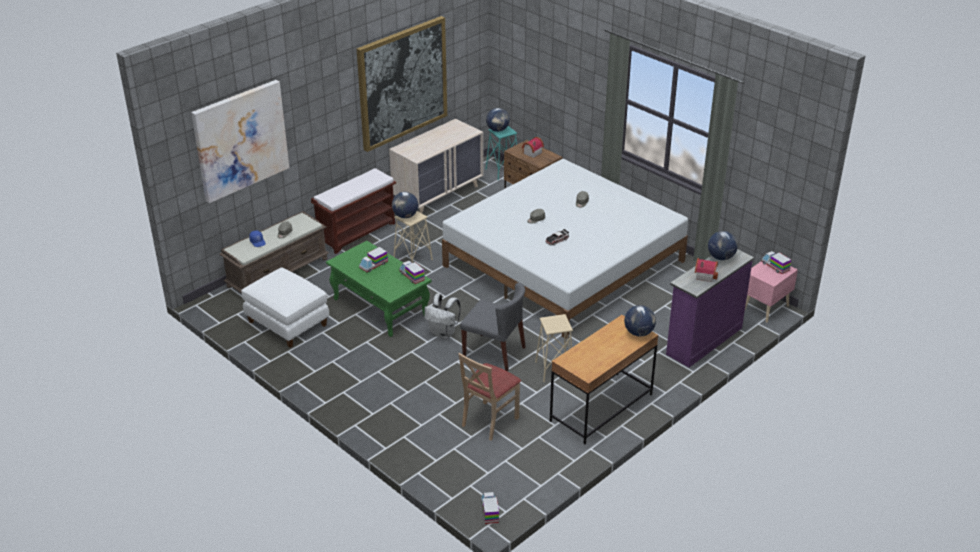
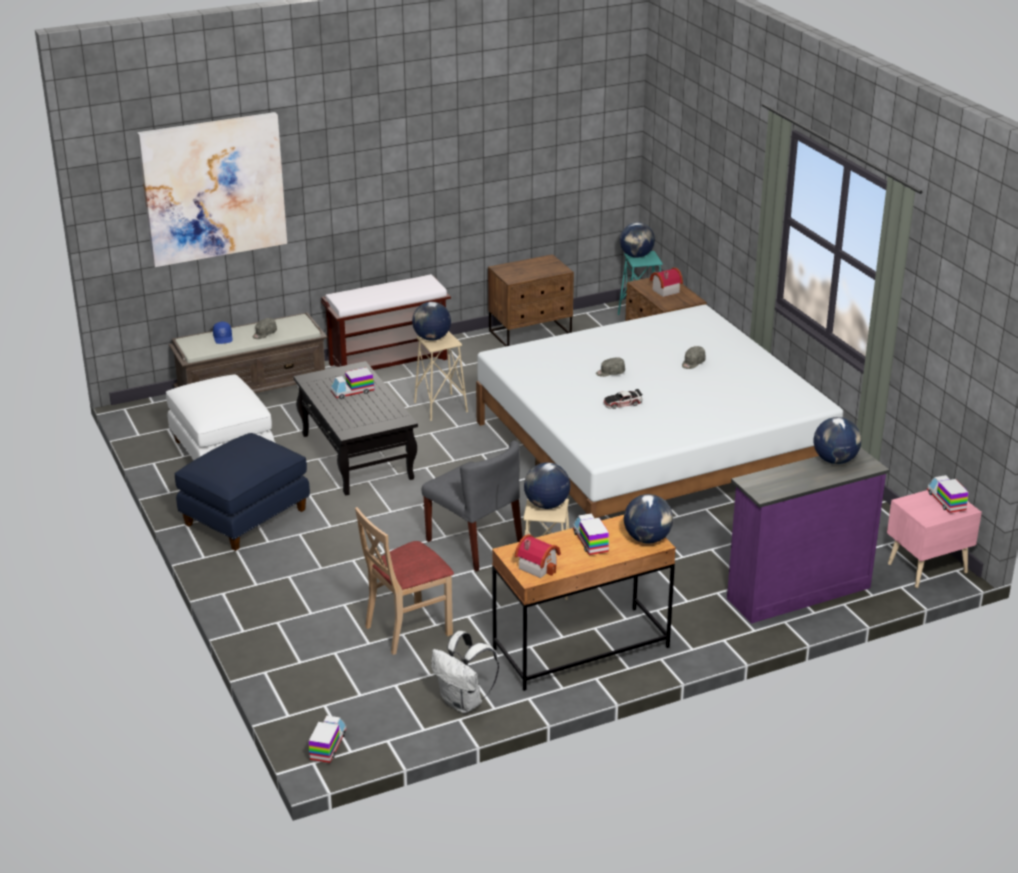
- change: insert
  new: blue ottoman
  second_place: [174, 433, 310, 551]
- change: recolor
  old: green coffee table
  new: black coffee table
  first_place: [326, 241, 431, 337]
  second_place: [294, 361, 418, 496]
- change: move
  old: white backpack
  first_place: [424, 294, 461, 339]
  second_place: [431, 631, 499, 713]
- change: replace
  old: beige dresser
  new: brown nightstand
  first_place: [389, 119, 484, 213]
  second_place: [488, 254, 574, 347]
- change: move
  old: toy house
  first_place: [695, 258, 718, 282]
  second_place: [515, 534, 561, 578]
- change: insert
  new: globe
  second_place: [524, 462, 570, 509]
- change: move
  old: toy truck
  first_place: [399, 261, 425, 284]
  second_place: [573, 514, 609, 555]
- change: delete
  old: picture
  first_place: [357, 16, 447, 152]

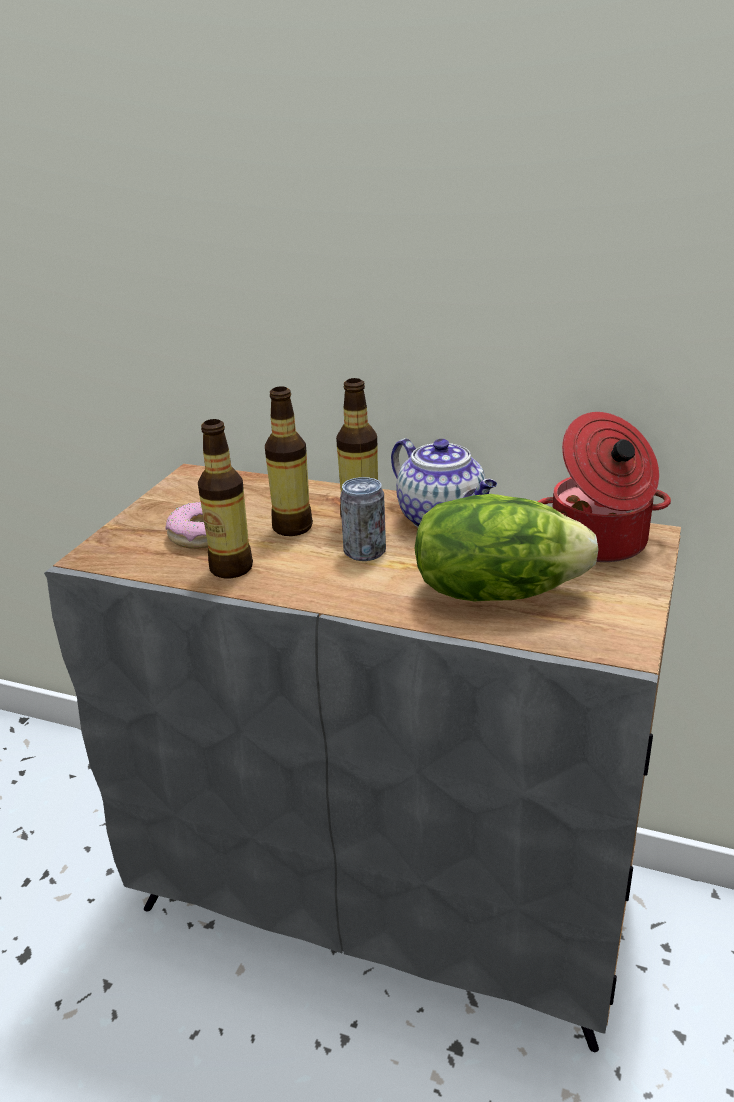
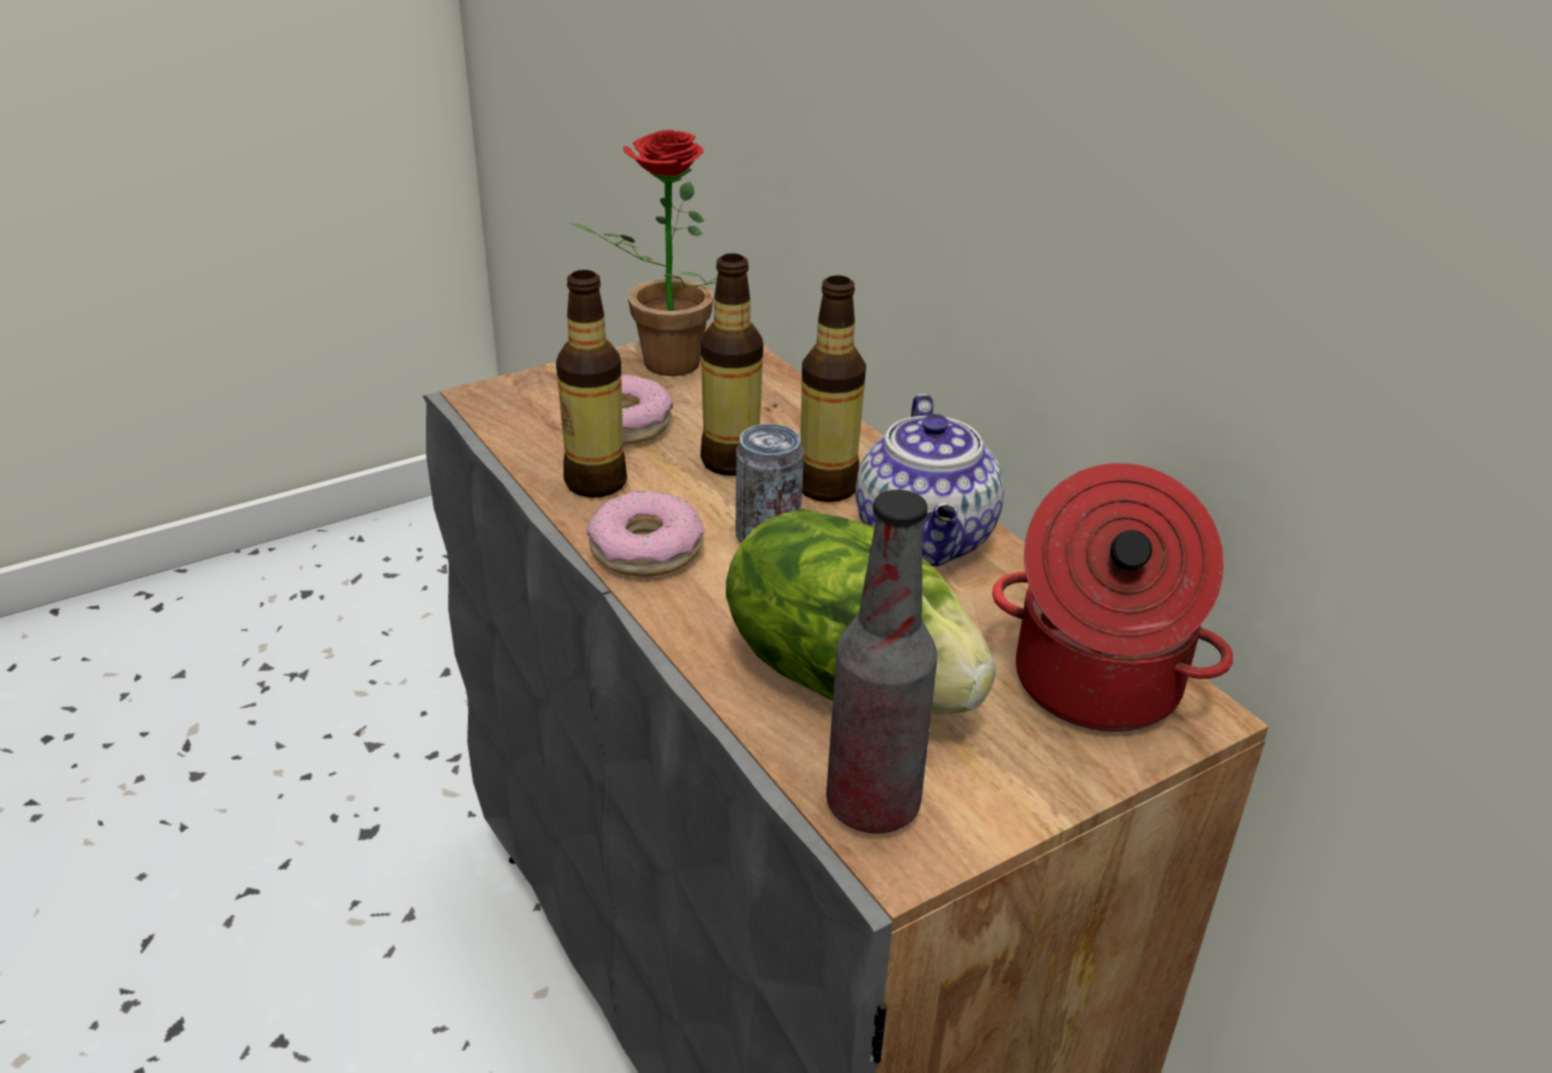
- change: insert
  new: potted plant
  second_place: [567, 130, 717, 376]
- change: insert
  new: donut
  second_place: [586, 491, 704, 577]
- change: insert
  new: bottle
  second_place: [826, 490, 937, 833]

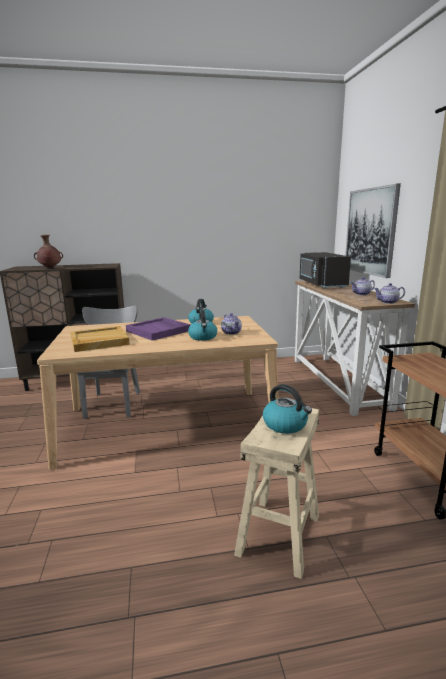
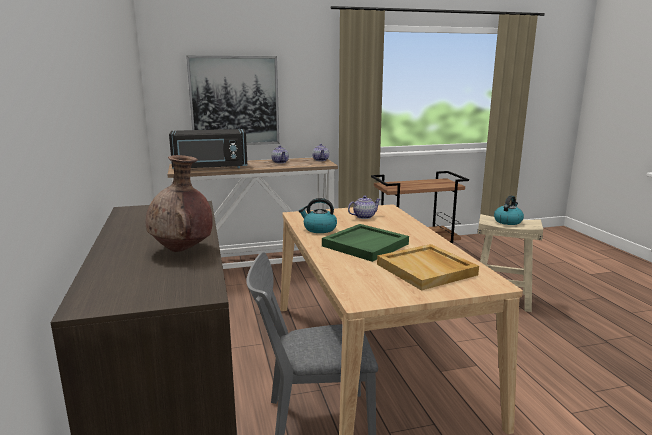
- change: recolor
  old: purple tray
  new: green tray
  first_place: [126, 317, 191, 341]
  second_place: [322, 224, 409, 262]
- change: delete
  old: kettle
  first_place: [188, 310, 217, 341]

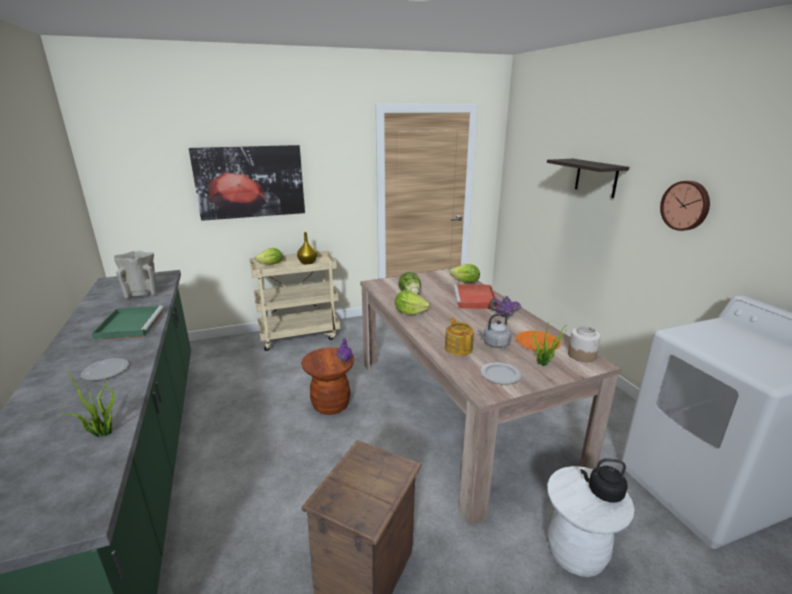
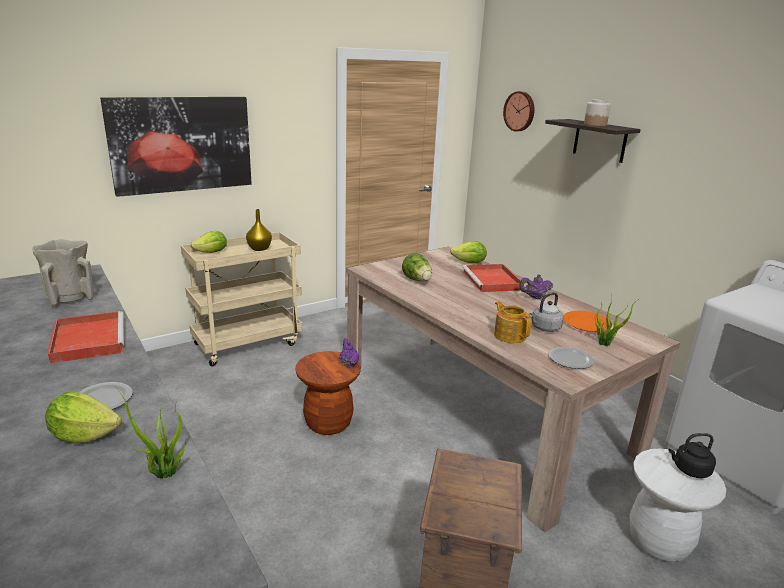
- change: move
  old: lettuce
  first_place: [395, 290, 430, 315]
  second_place: [45, 391, 122, 444]
- change: recolor
  old: green tray
  new: red tray
  first_place: [91, 306, 164, 341]
  second_place: [47, 311, 124, 364]
- change: move
  old: wall clock
  first_place: [660, 181, 710, 231]
  second_place: [503, 91, 535, 131]
- change: move
  old: jar
  first_place: [568, 326, 601, 362]
  second_place: [584, 99, 611, 126]

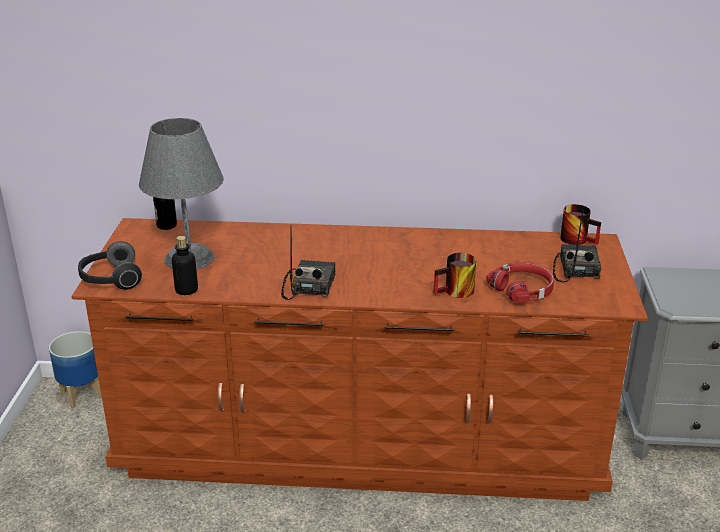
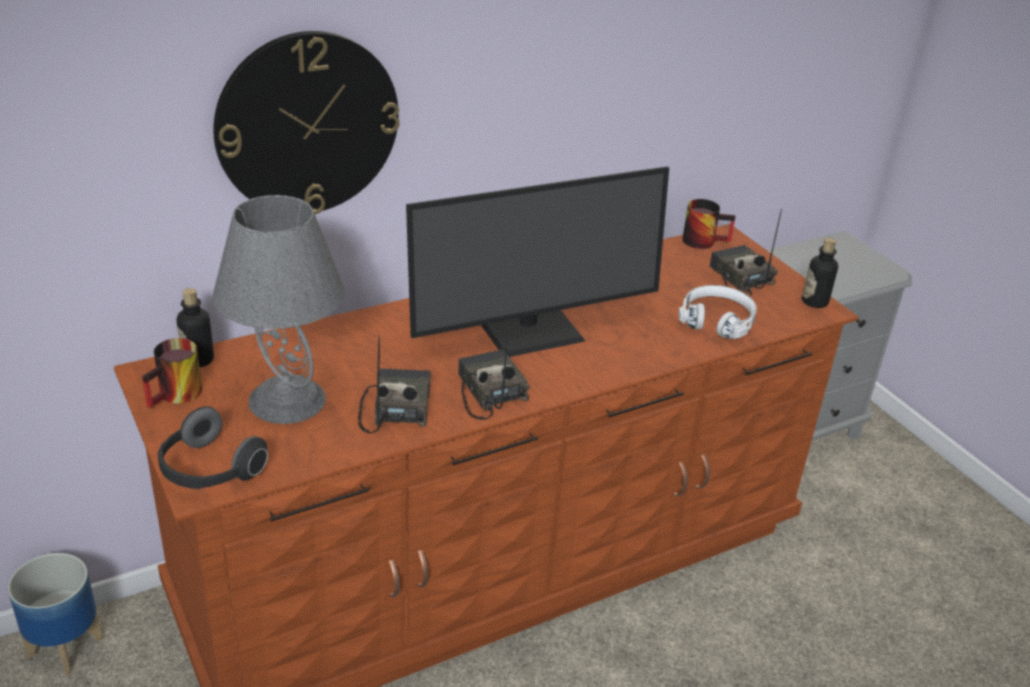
- change: move
  old: mug
  first_place: [434, 253, 476, 298]
  second_place: [142, 338, 202, 408]
- change: insert
  new: wall clock
  second_place: [213, 31, 400, 214]
- change: insert
  new: radio
  second_place: [358, 335, 431, 433]
- change: insert
  new: monitor
  second_place: [406, 166, 669, 357]
- change: recolor
  old: red headphones
  new: white headphones
  first_place: [486, 262, 554, 303]
  second_place: [678, 285, 757, 339]
- change: move
  old: bottle
  first_place: [172, 236, 198, 295]
  second_place: [802, 238, 838, 308]

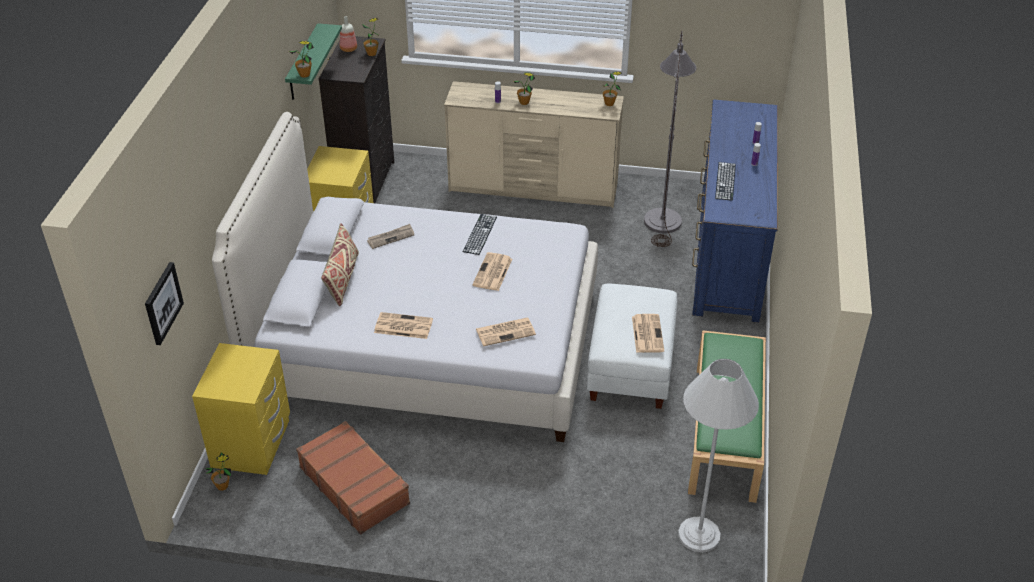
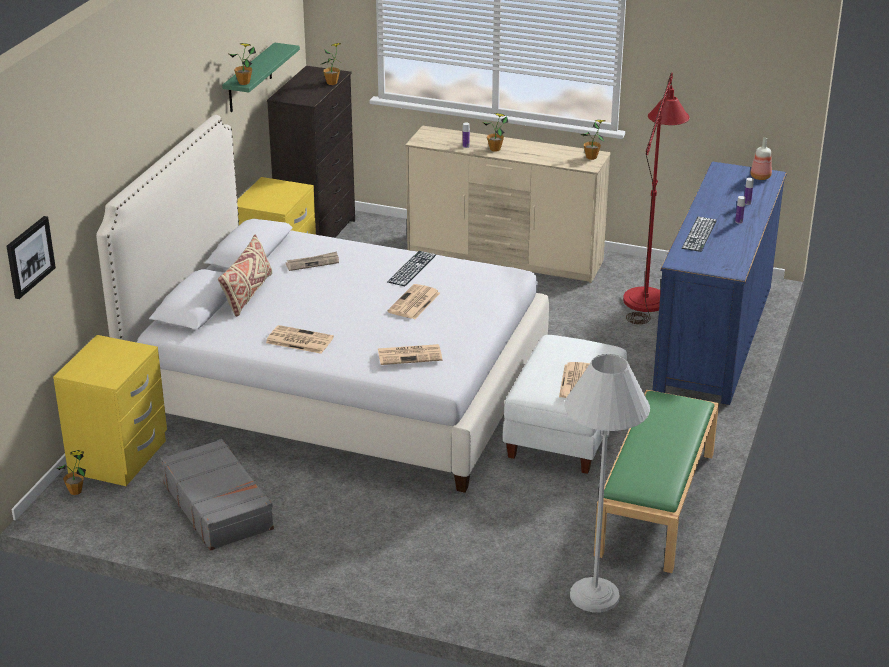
- change: recolor
  old: brown suitcase
  new: grey suitcase
  first_place: [296, 421, 410, 535]
  second_place: [161, 439, 274, 551]
- change: recolor
  old: grey floor lamp
  new: red floor lamp
  first_place: [644, 31, 696, 247]
  second_place: [623, 72, 690, 324]
- change: move
  old: bottle
  first_place: [340, 16, 357, 52]
  second_place: [750, 138, 772, 180]

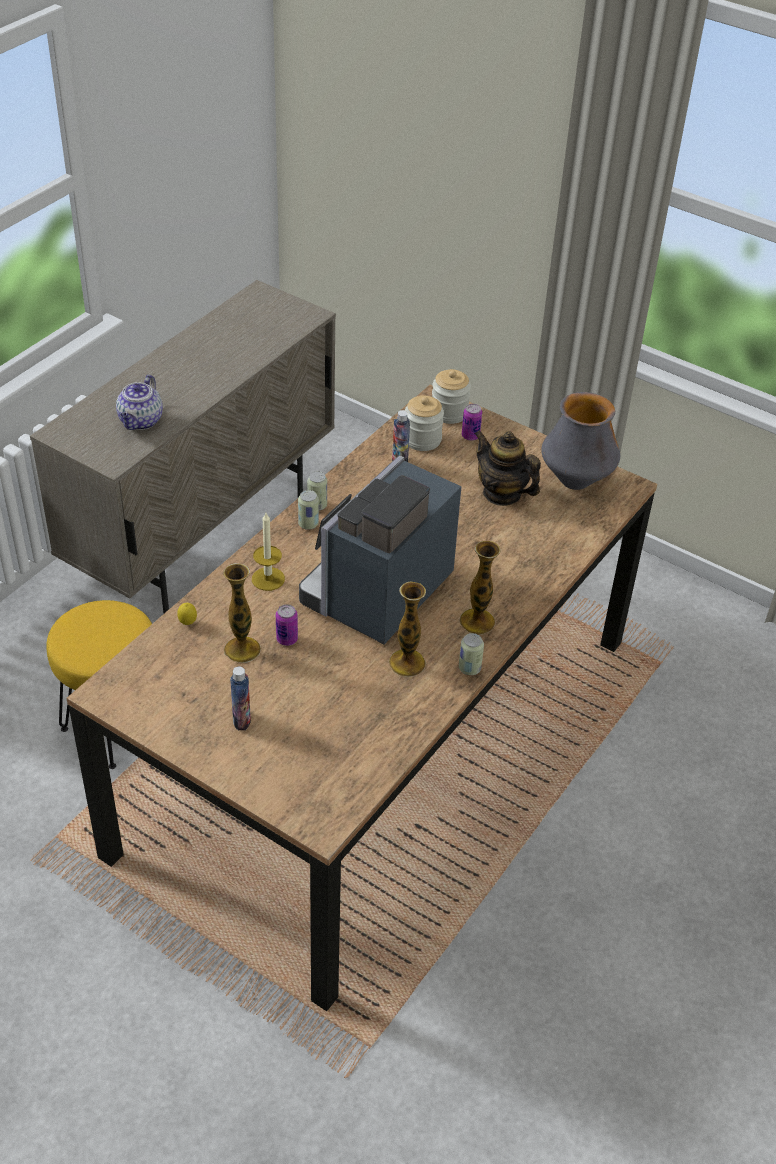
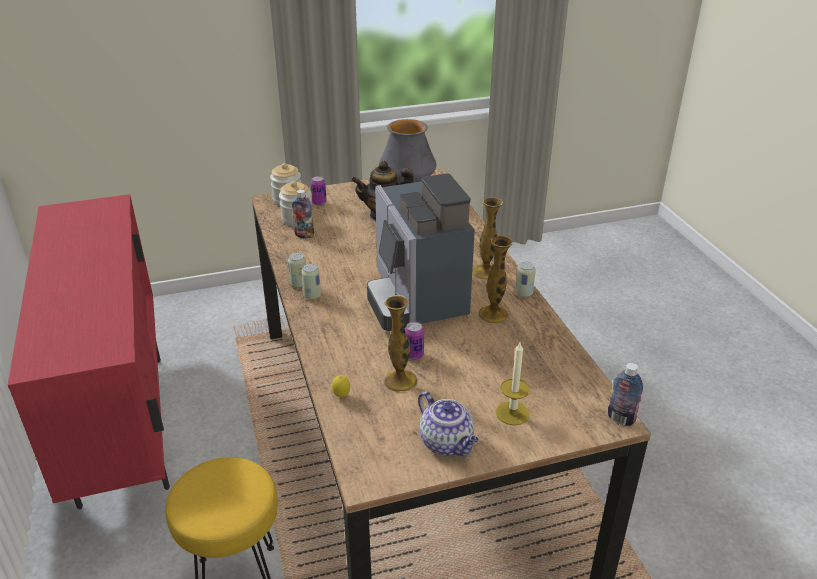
- change: recolor
  old: beige cabinet
  new: red cabinet
  first_place: [30, 280, 336, 613]
  second_place: [8, 194, 170, 509]
- change: move
  old: teapot
  first_place: [116, 375, 163, 430]
  second_place: [418, 391, 478, 456]
- change: move
  old: candle
  first_place: [252, 513, 285, 591]
  second_place: [496, 343, 530, 425]
- change: move
  old: bottle
  first_place: [230, 667, 251, 730]
  second_place: [608, 363, 643, 426]

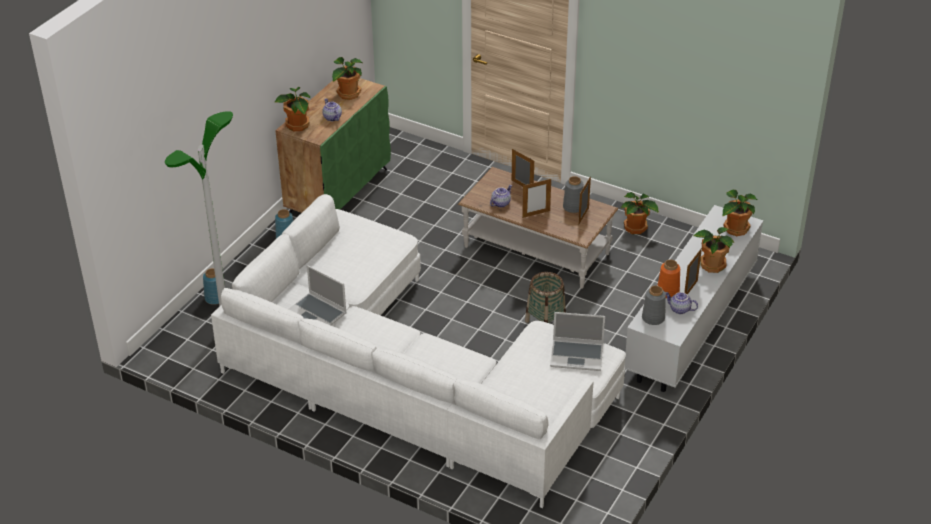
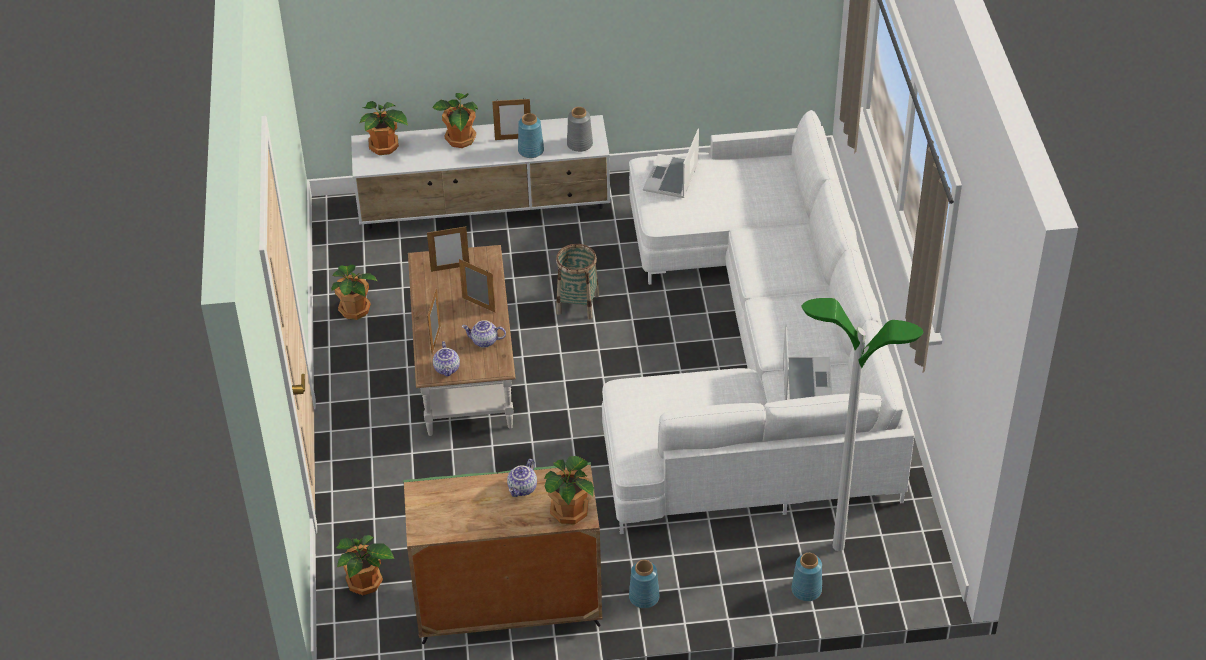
- change: move
  old: potted plant
  first_place: [332, 57, 363, 100]
  second_place: [336, 535, 394, 596]
- change: move
  old: teapot
  first_place: [665, 292, 698, 314]
  second_place: [433, 341, 460, 377]
- change: recolor
  old: orange vase
  new: blue vase
  first_place: [657, 260, 680, 298]
  second_place: [518, 113, 544, 158]
- change: rotate
  old: laptop
  first_place: [550, 312, 605, 371]
  second_place: [643, 129, 699, 198]
  degrees: -135
- change: delete
  old: grey vase
  first_place: [563, 176, 584, 213]

